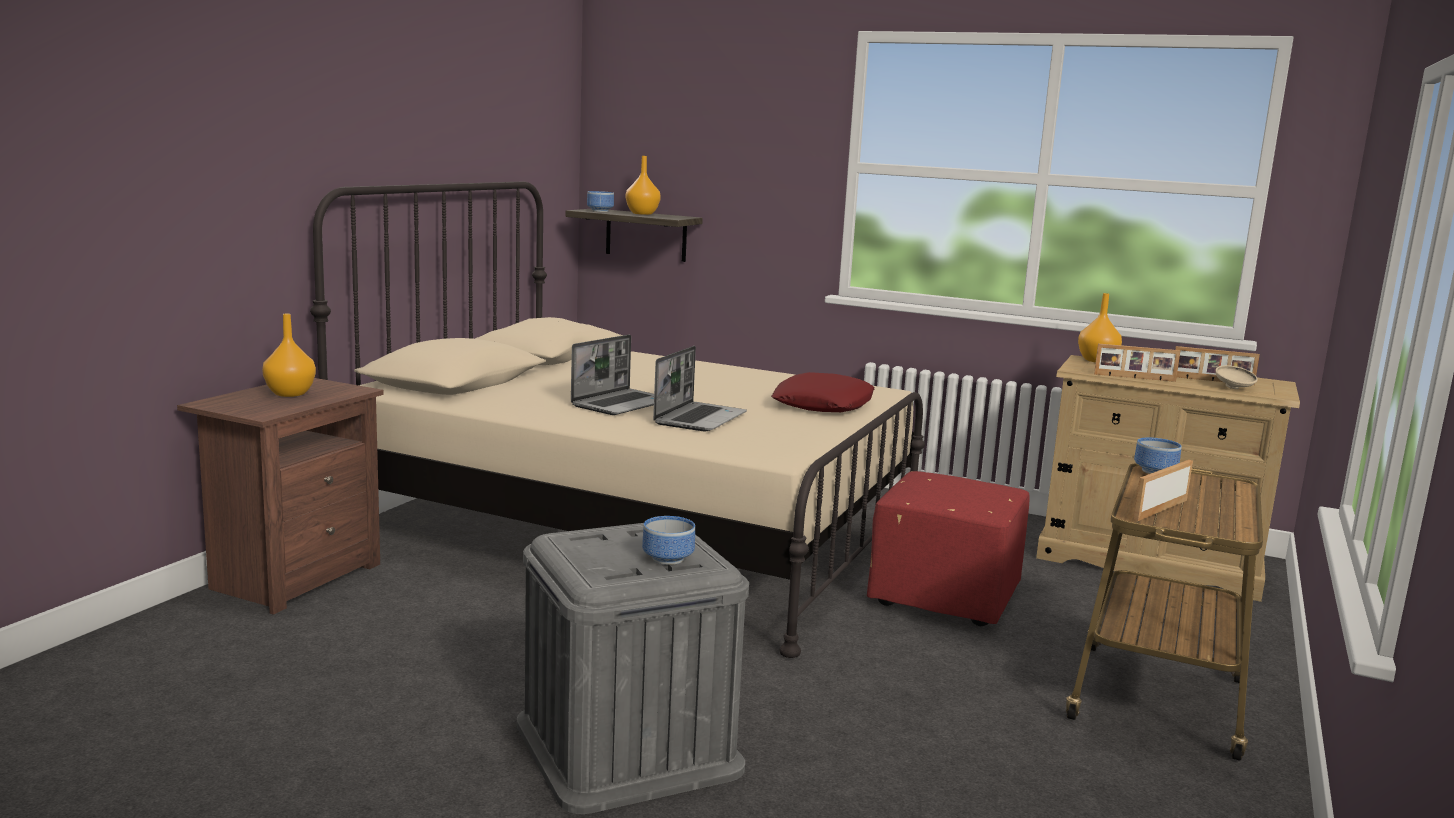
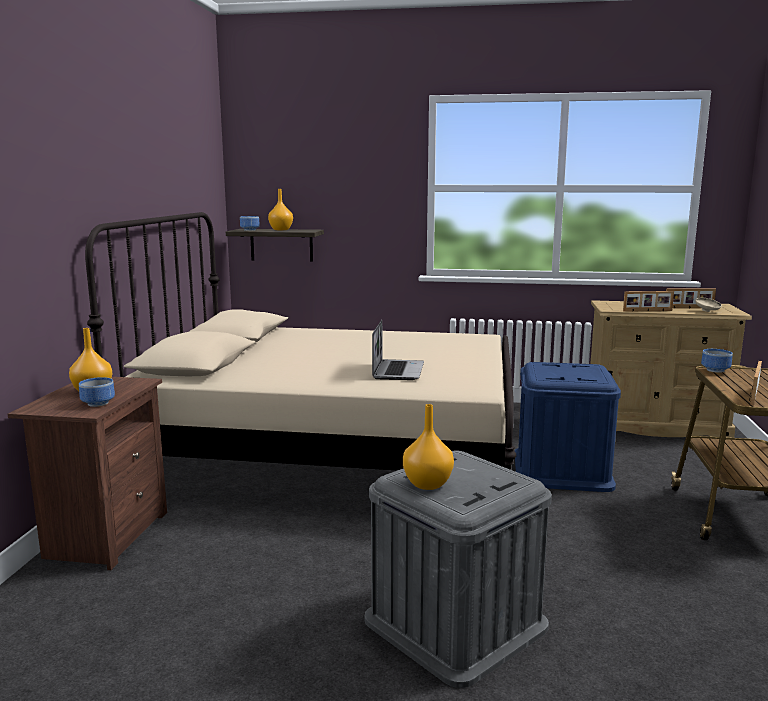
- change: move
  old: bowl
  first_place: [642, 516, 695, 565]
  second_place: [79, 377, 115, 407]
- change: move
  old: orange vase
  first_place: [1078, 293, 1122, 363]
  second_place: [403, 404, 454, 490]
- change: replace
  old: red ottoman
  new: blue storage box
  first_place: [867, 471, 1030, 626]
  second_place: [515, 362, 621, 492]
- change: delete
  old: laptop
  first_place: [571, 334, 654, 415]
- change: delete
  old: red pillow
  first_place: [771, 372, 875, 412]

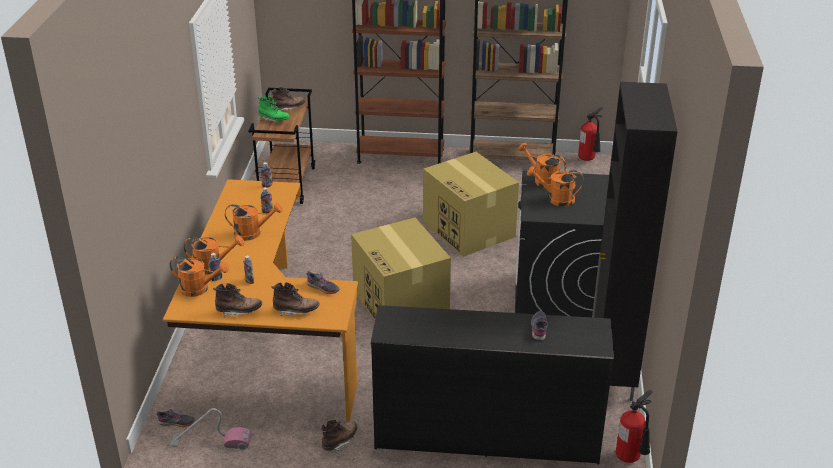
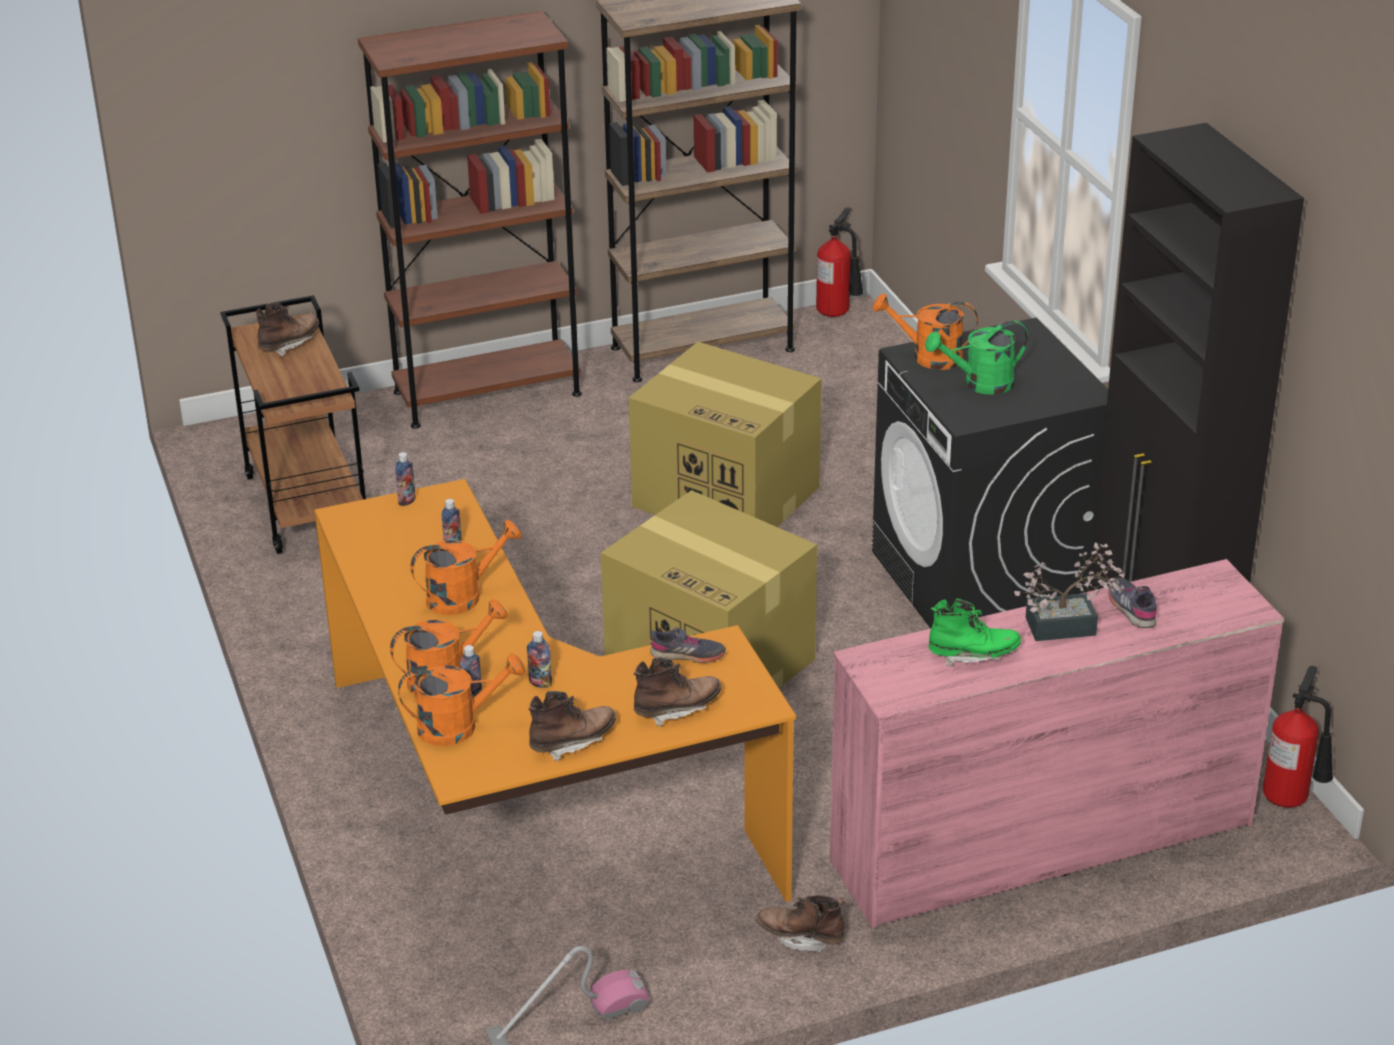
- change: rotate
  old: brown boot
  first_place: [321, 420, 357, 453]
  second_place: [756, 895, 845, 953]
  degrees: -90
- change: recolor
  old: black dresser
  new: pink dresser
  first_place: [371, 305, 614, 464]
  second_place: [830, 559, 1284, 929]
- change: recolor
  old: orange watering can
  new: green watering can
  first_place: [527, 166, 584, 207]
  second_place: [925, 320, 1028, 395]
- change: move
  old: green boot
  first_place: [258, 96, 290, 122]
  second_place: [929, 599, 1021, 667]
- change: insert
  new: potted plant
  second_place: [1014, 542, 1125, 641]
- change: delete
  old: grey shoe
  first_place: [157, 409, 195, 427]

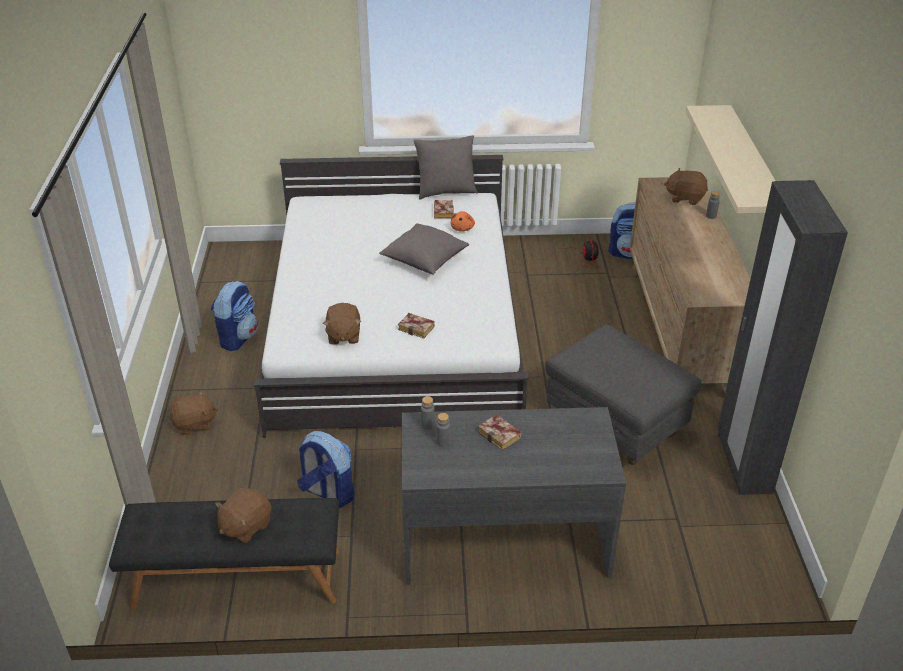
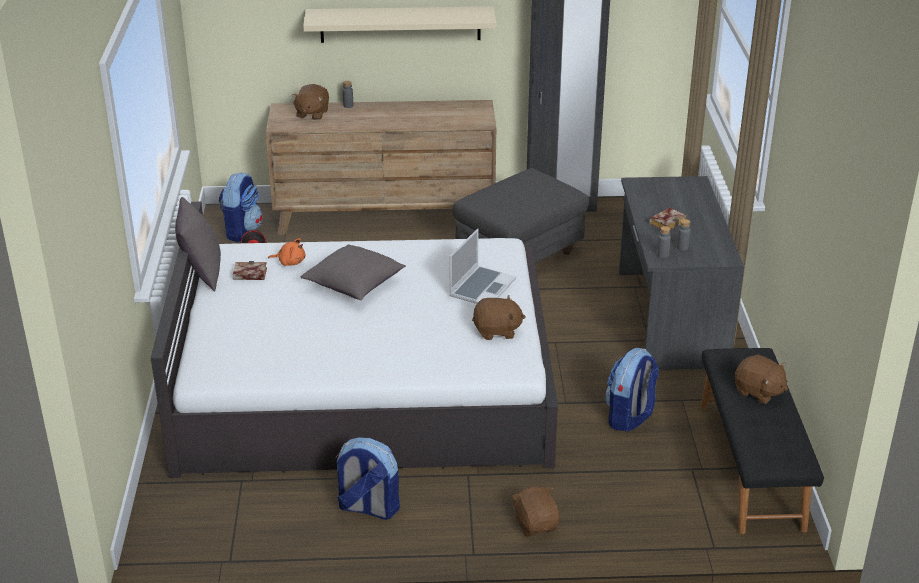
- change: replace
  old: book
  new: laptop
  first_place: [398, 313, 435, 338]
  second_place: [449, 229, 516, 304]

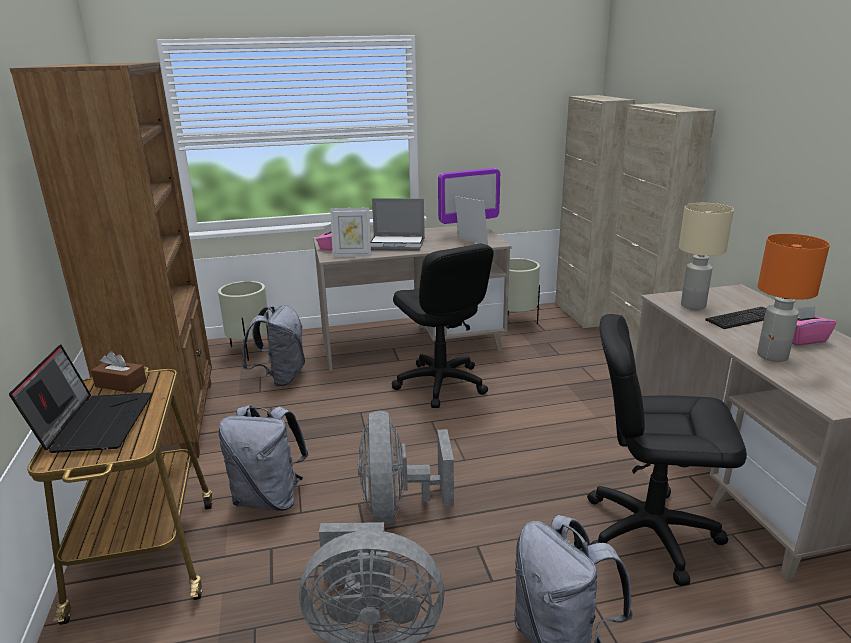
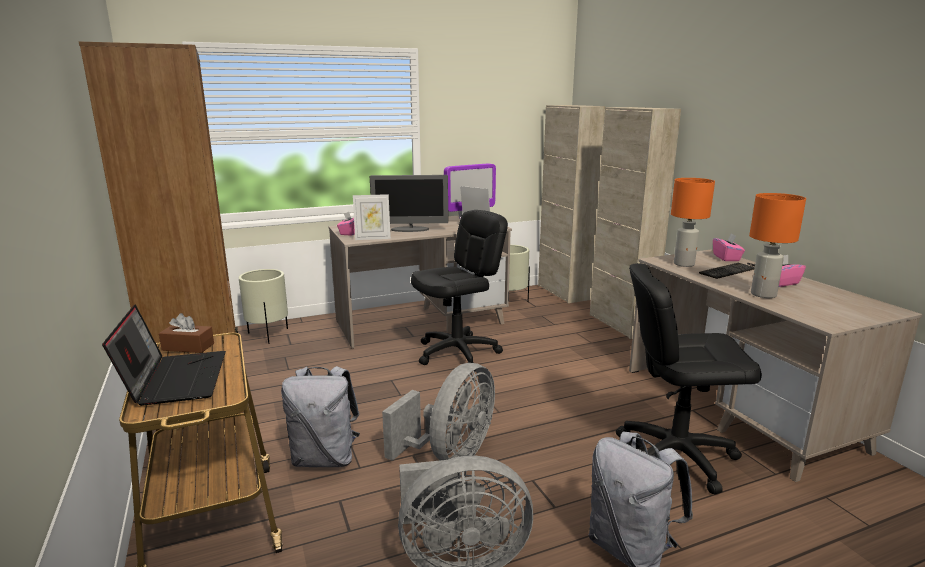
- change: replace
  old: laptop
  new: monitor
  first_place: [371, 198, 425, 251]
  second_place: [370, 175, 448, 232]
- change: rotate
  old: grey fan
  first_place: [358, 411, 454, 525]
  second_place: [382, 363, 495, 461]
  degrees: -135
- change: rotate
  old: black office chair
  first_place: [392, 244, 494, 408]
  second_place: [411, 210, 508, 371]
  degrees: -90
- change: recolor
  old: beige table lamp
  new: orange table lamp
  first_place: [679, 203, 734, 310]
  second_place: [671, 178, 715, 267]
- change: insert
  new: pink tissue box
  second_place: [713, 233, 745, 261]
- change: delete
  old: grey backpack
  first_place: [242, 305, 305, 387]

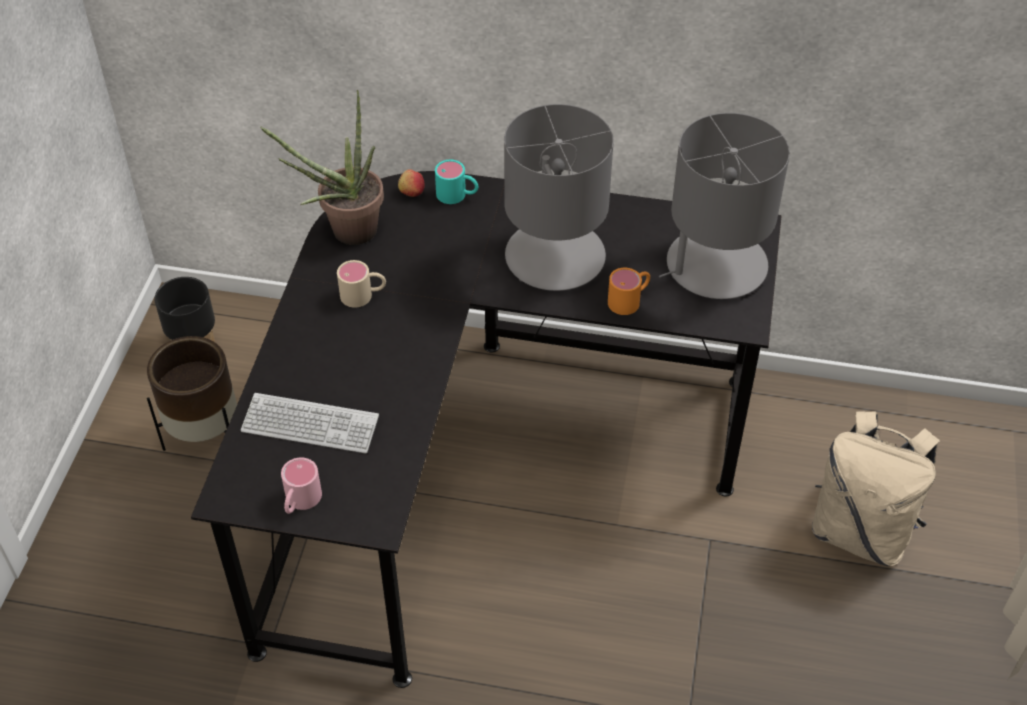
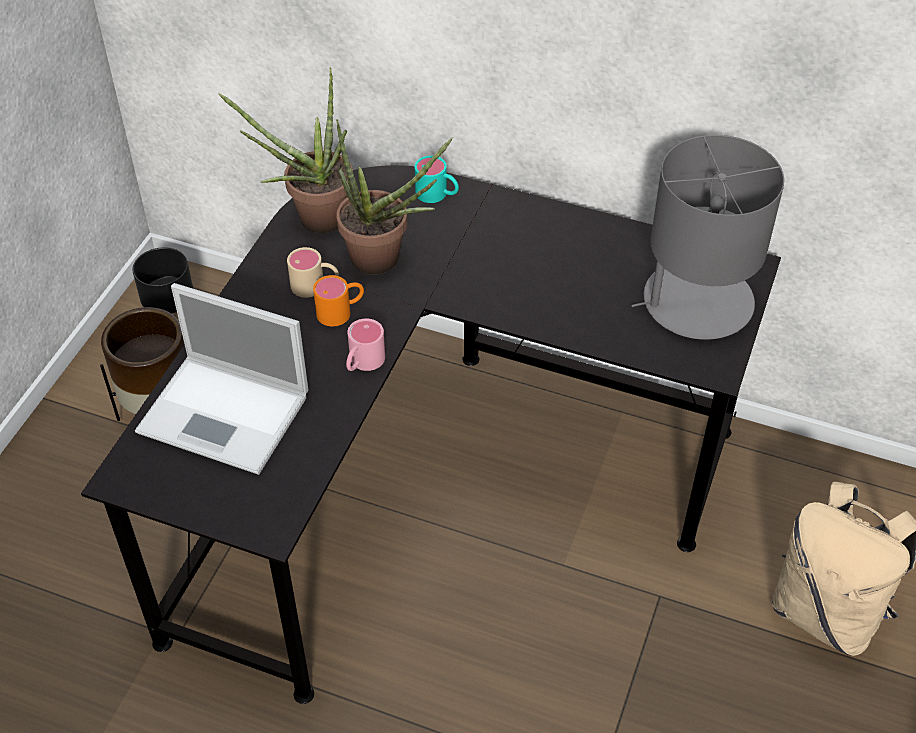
- change: replace
  old: keyboard
  new: laptop
  first_place: [241, 393, 379, 453]
  second_place: [135, 283, 308, 475]
- change: move
  old: orange mug
  first_place: [608, 268, 650, 315]
  second_place: [313, 275, 364, 326]
- change: insert
  new: potted plant
  second_place: [336, 119, 453, 275]
- change: move
  old: pink mug
  first_place: [281, 457, 322, 514]
  second_place: [346, 318, 385, 371]
- change: delete
  old: apple
  first_place: [398, 169, 425, 197]
- change: delete
  old: grey table lamp
  first_place: [504, 104, 614, 291]

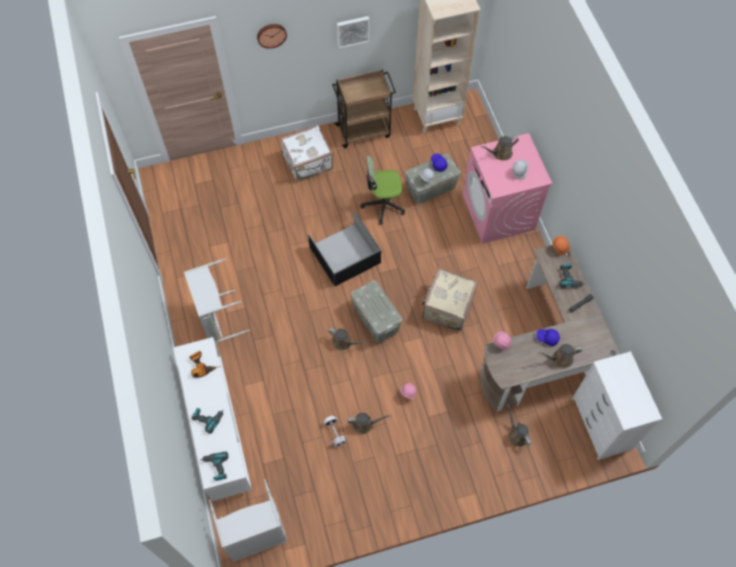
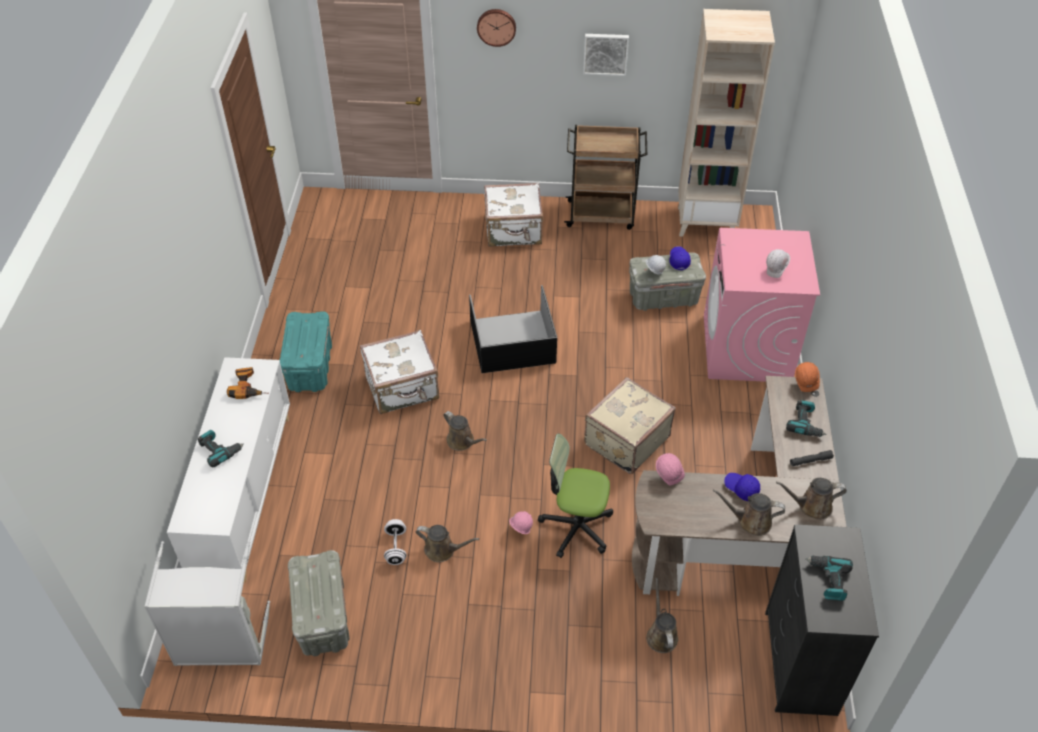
- change: replace
  old: grey laundry basket
  new: turquoise storage box
  first_place: [184, 259, 250, 343]
  second_place: [279, 311, 332, 392]
- change: move
  old: grey storage box
  first_place: [351, 280, 402, 342]
  second_place: [288, 550, 350, 656]
- change: insert
  new: white suitcase
  second_place: [360, 330, 439, 414]
- change: move
  old: office chair
  first_place: [360, 155, 405, 225]
  second_place: [538, 433, 613, 558]
- change: recolor
  old: white dresser
  new: black dresser
  first_place: [572, 351, 662, 460]
  second_place: [765, 524, 879, 716]
- change: move
  old: brown watering can
  first_place: [481, 136, 519, 160]
  second_place: [776, 478, 847, 520]
- change: move
  old: power drill
  first_place: [200, 451, 228, 481]
  second_place: [805, 556, 853, 601]

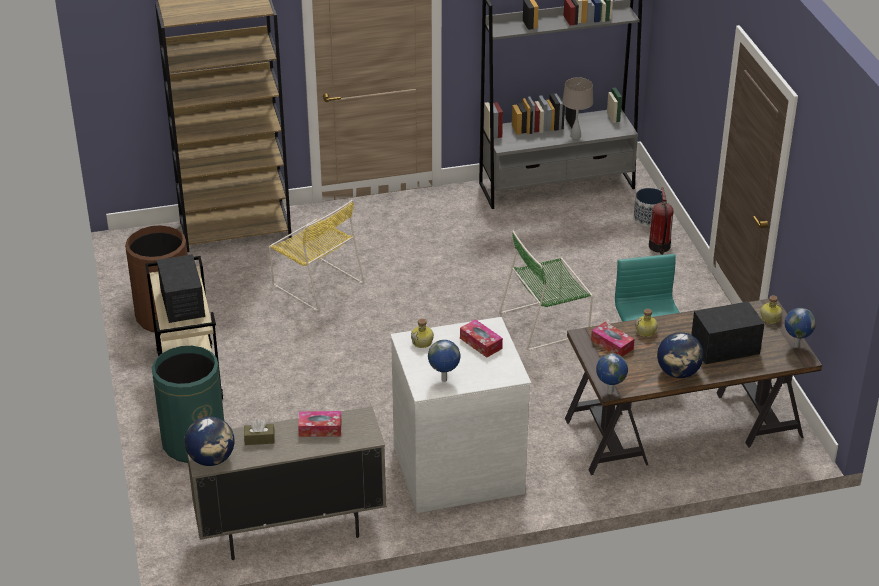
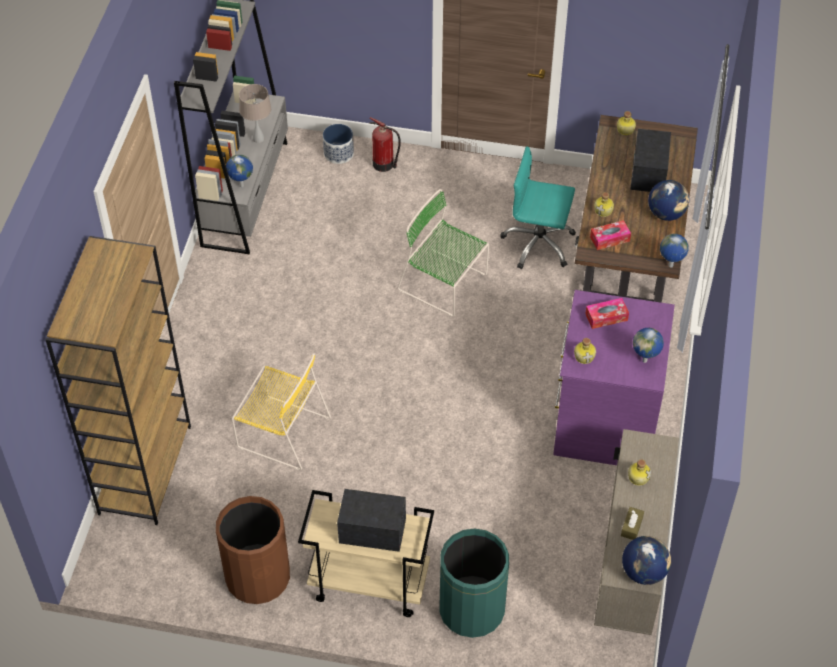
- change: move
  old: globe
  first_place: [785, 308, 816, 348]
  second_place: [226, 154, 253, 187]
- change: rotate
  old: yellow chair
  first_place: [269, 200, 364, 312]
  second_place: [232, 353, 331, 470]
  degrees: 45
- change: rotate
  old: green chair
  first_place: [499, 230, 593, 351]
  second_place: [397, 189, 489, 317]
  degrees: 120
- change: recolor
  old: white dresser
  new: purple dresser
  first_place: [390, 317, 531, 513]
  second_place: [553, 290, 675, 465]
- change: replace
  old: tissue box
  new: bottle
  first_place: [298, 411, 341, 437]
  second_place: [628, 459, 651, 486]

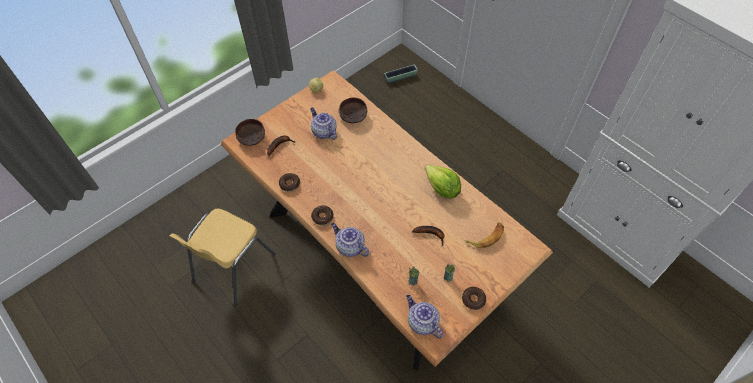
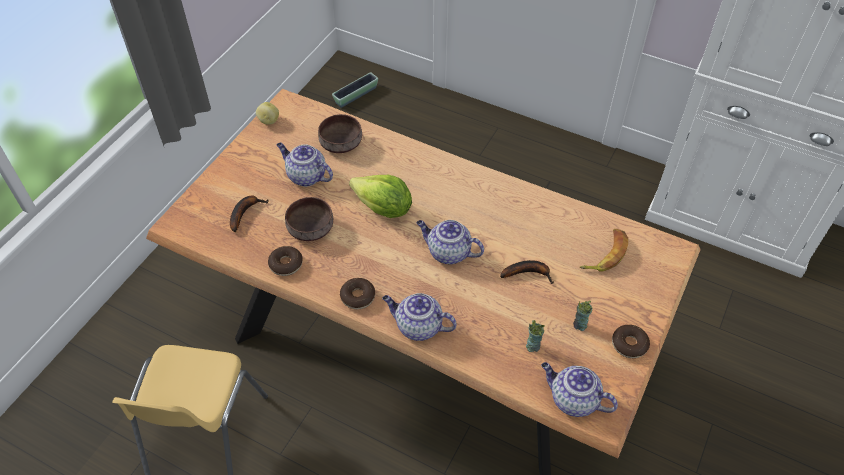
- change: move
  old: brown bowl
  first_place: [235, 119, 265, 146]
  second_place: [285, 197, 333, 241]
- change: move
  old: lettuce
  first_place: [425, 164, 461, 198]
  second_place: [349, 175, 412, 218]
- change: insert
  new: teapot
  second_place: [416, 220, 484, 264]

